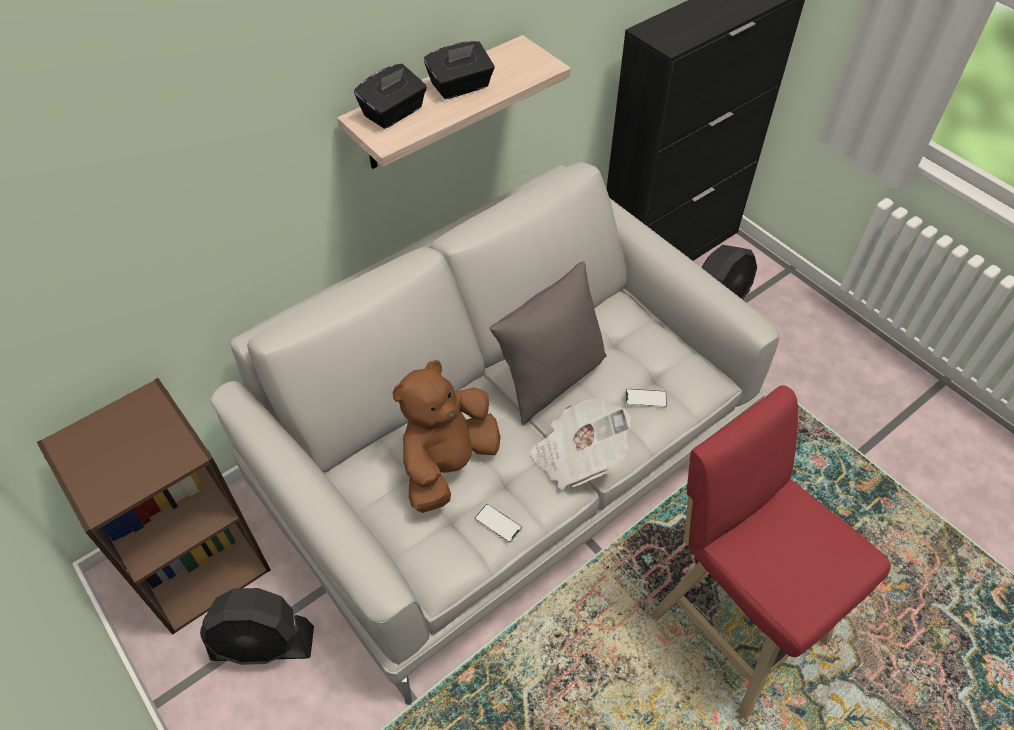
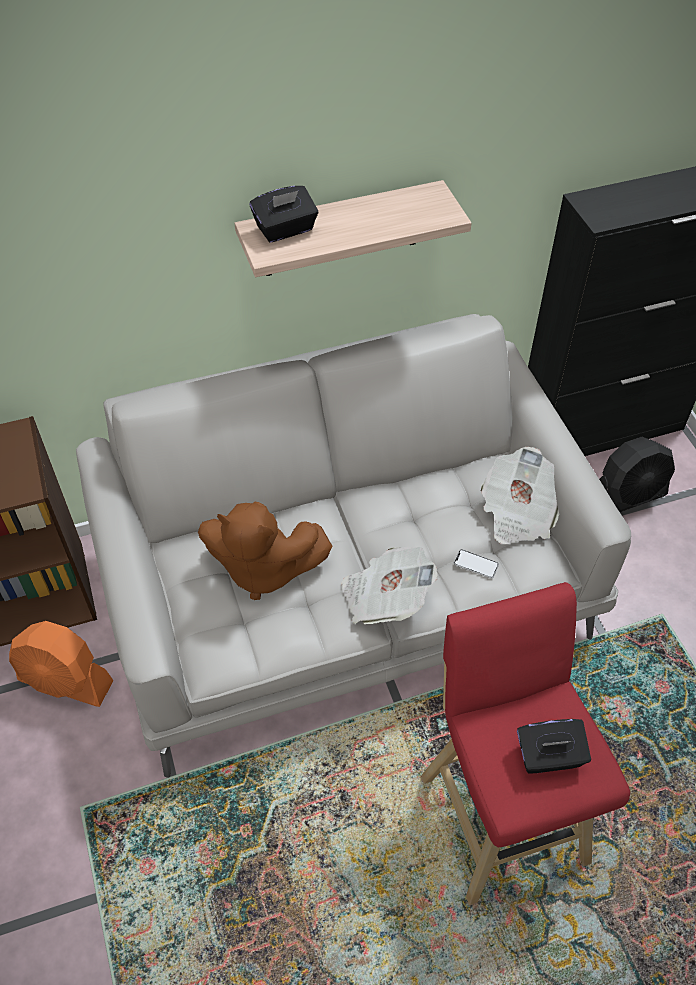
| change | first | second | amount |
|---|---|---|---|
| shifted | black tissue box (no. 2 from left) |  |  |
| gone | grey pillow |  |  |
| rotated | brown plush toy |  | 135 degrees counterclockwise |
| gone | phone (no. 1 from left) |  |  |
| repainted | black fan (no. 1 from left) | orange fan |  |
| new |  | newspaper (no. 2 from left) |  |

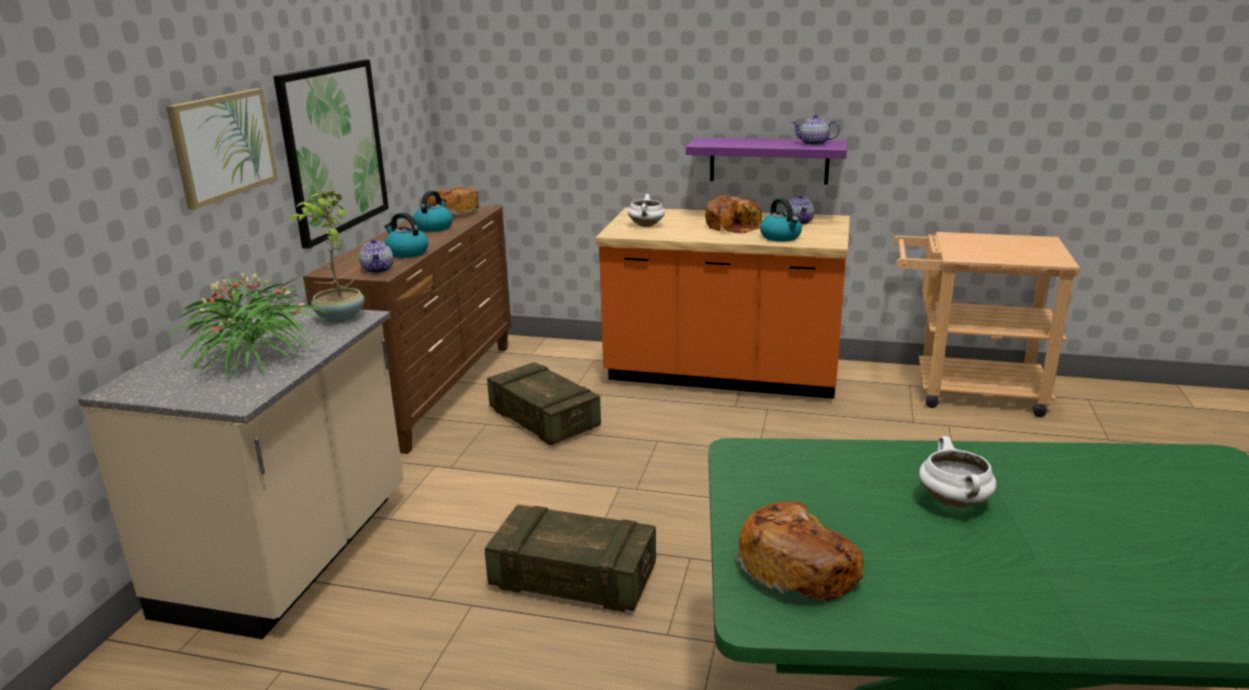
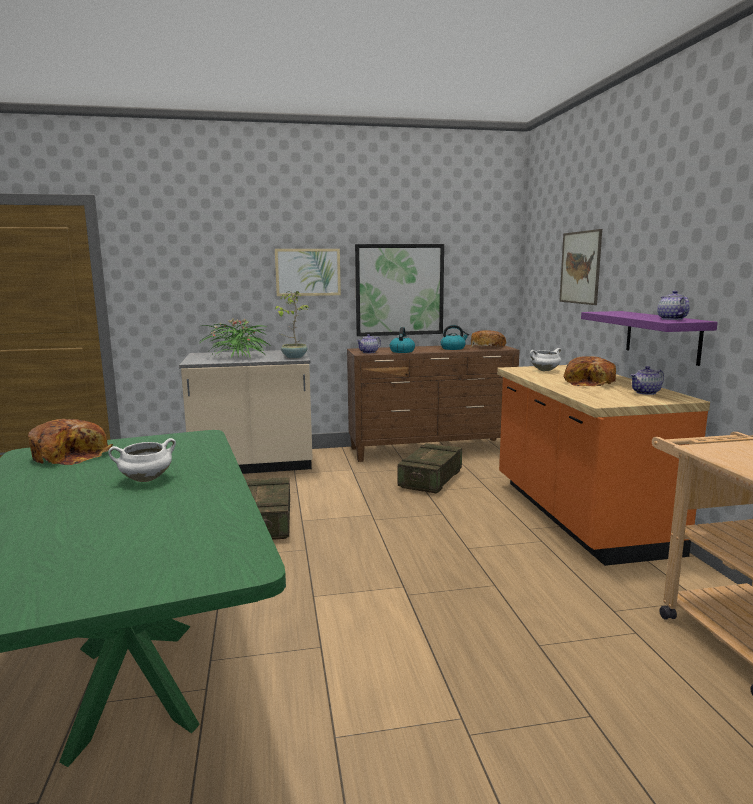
| change | first | second | amount |
|---|---|---|---|
| gone | kettle (no. 3 from left) |  |  |
| new |  | picture (no. 3 from left) |  |

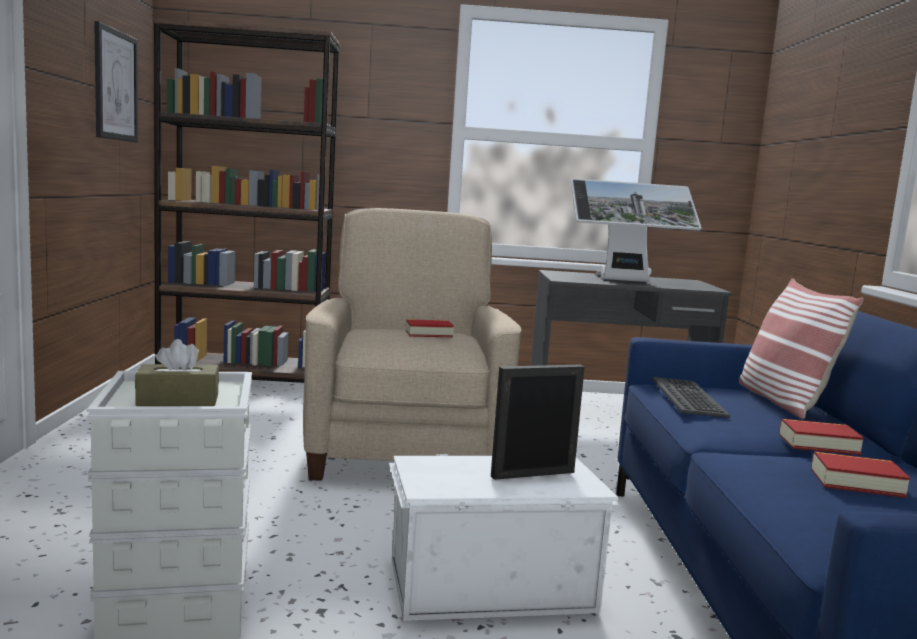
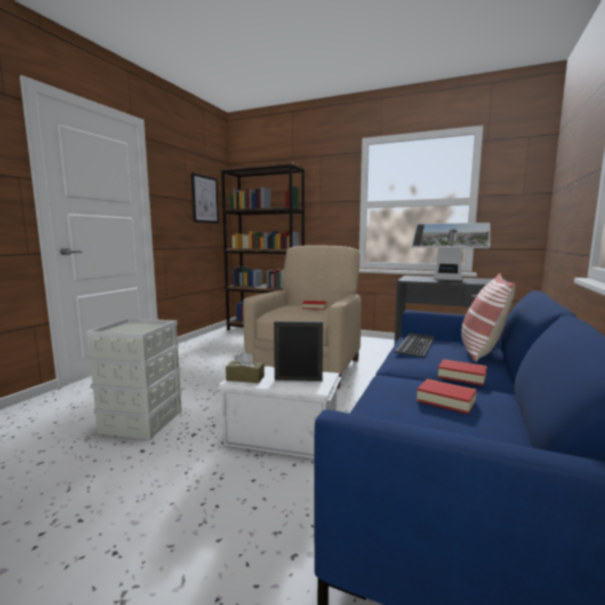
| change | first | second | amount |
|---|---|---|---|
| shifted | brown tissue box |  |  |

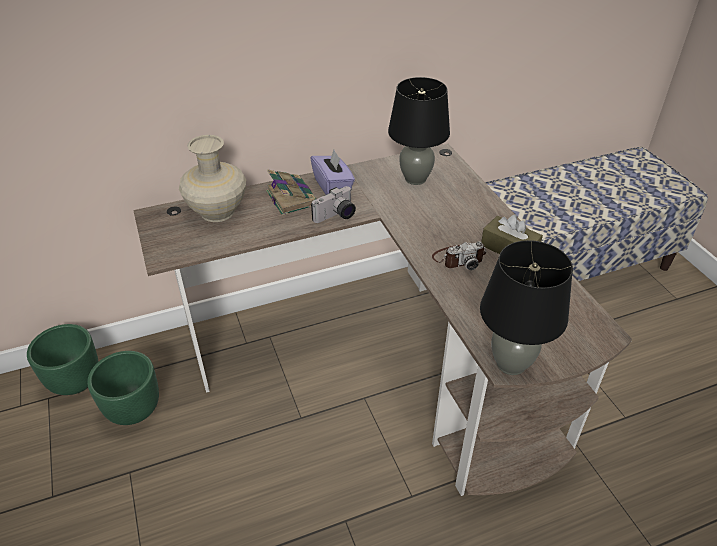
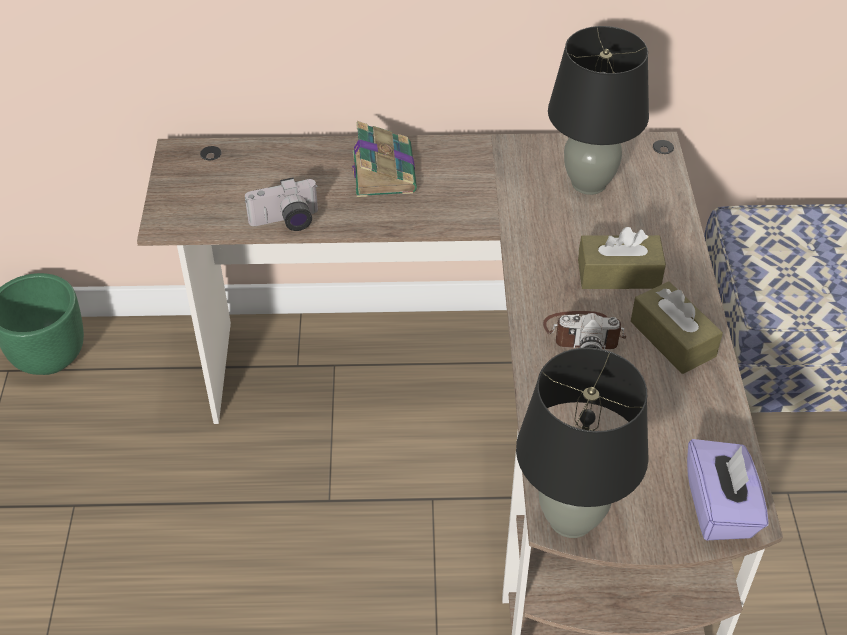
| change | first | second | amount |
|---|---|---|---|
| gone | beige vase |  |  |
| shifted | purple tissue box |  |  |
| shifted | photo camera (no. 1 from left) |  |  |
| gone | green planter (no. 2 from left) |  |  |
| new |  | brown tissue box (no. 1 from left) |  |

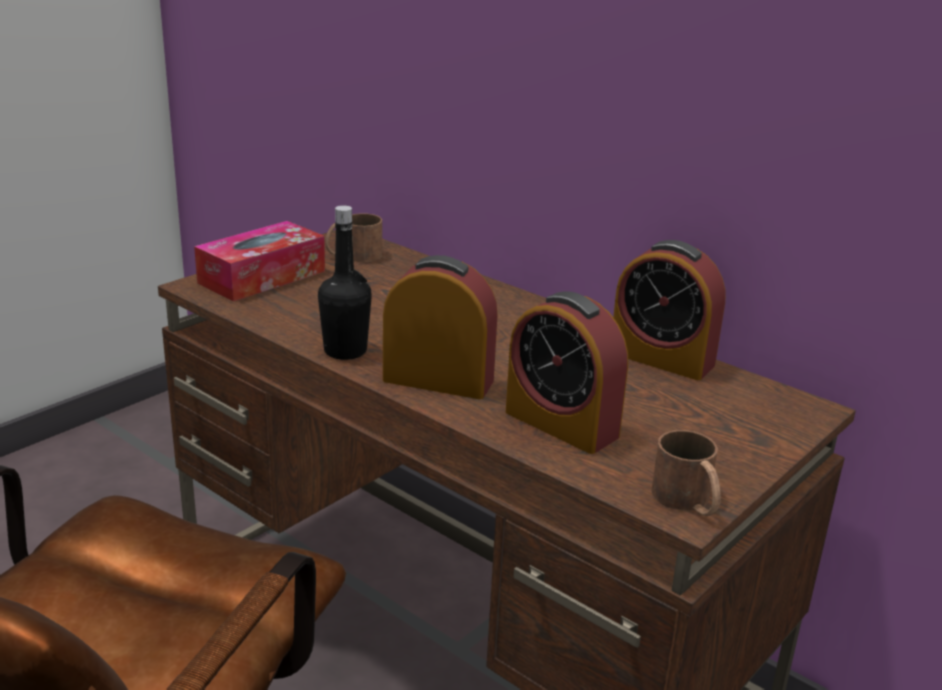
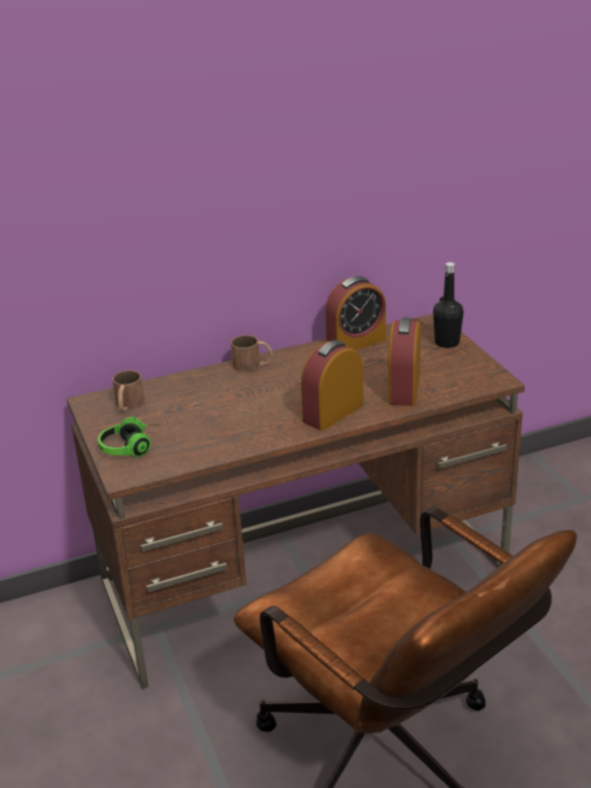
| change | first | second | amount |
|---|---|---|---|
| shifted | black bottle |  |  |
| swapped | tissue box | headphones |  |
| rotated | alarm clock (no. 2 from left in the first image) | alarm clock (no. 3 from left) | 120 degrees clockwise |
| shifted | brown mug (no. 2 from left) |  |  |

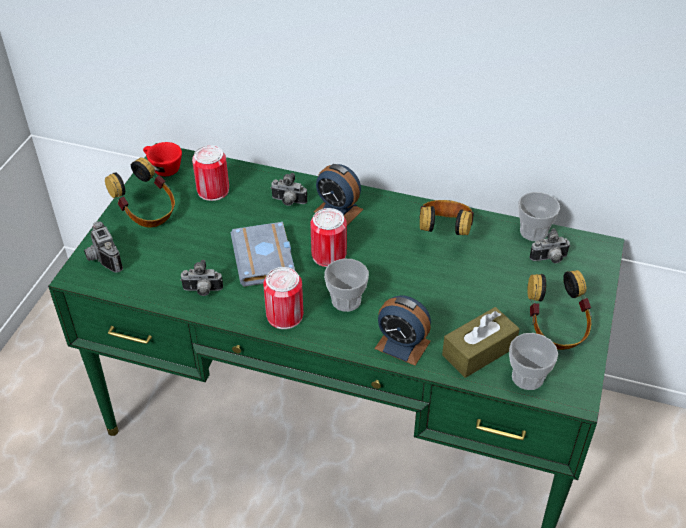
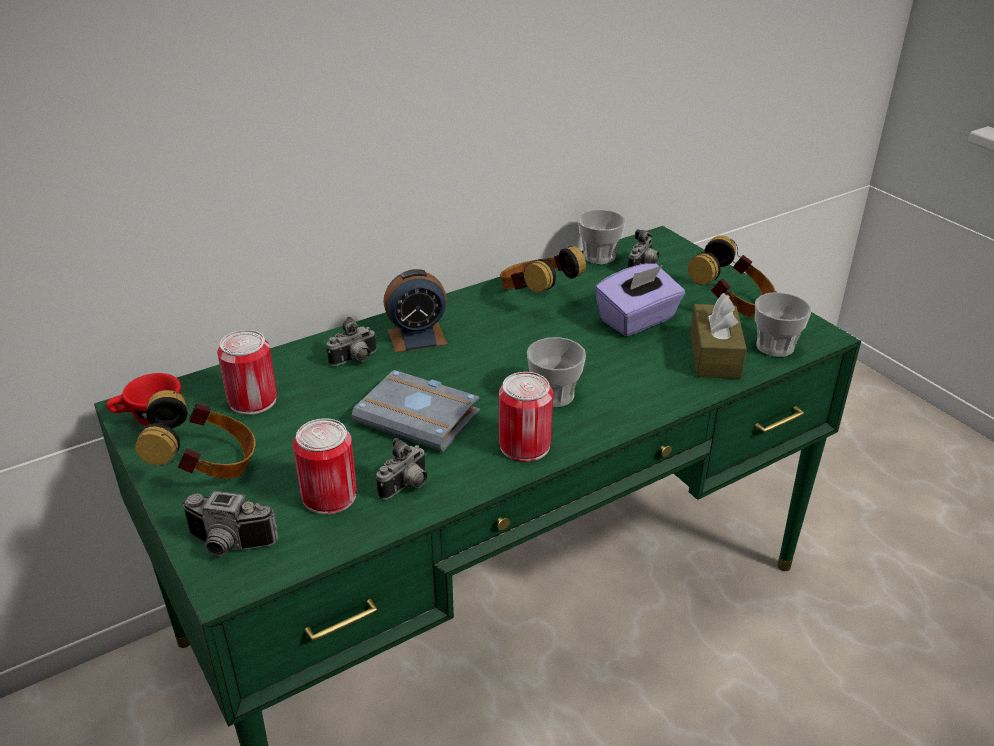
| change | first | second | amount |
|---|---|---|---|
| shifted | can (no. 3 from left in the first image) | can (no. 2 from left) |  |
| gone | alarm clock (no. 2 from left) |  |  |
| new |  | purple tissue box |  |

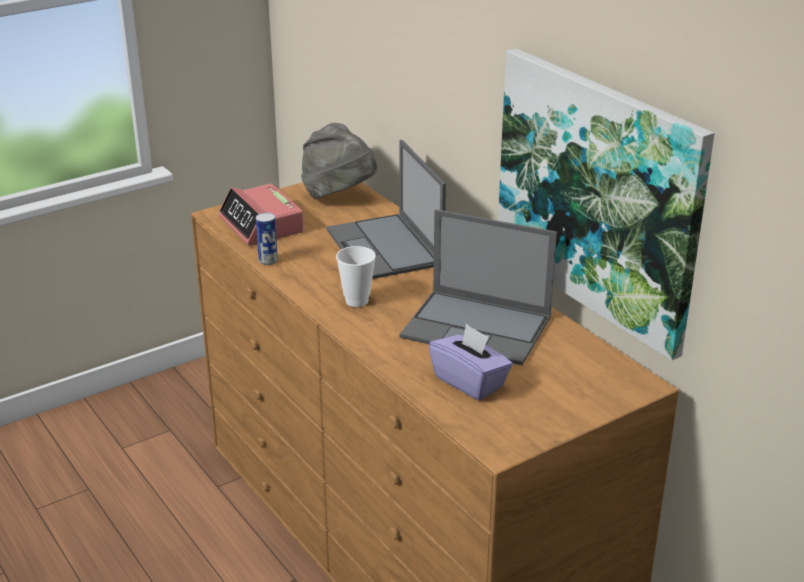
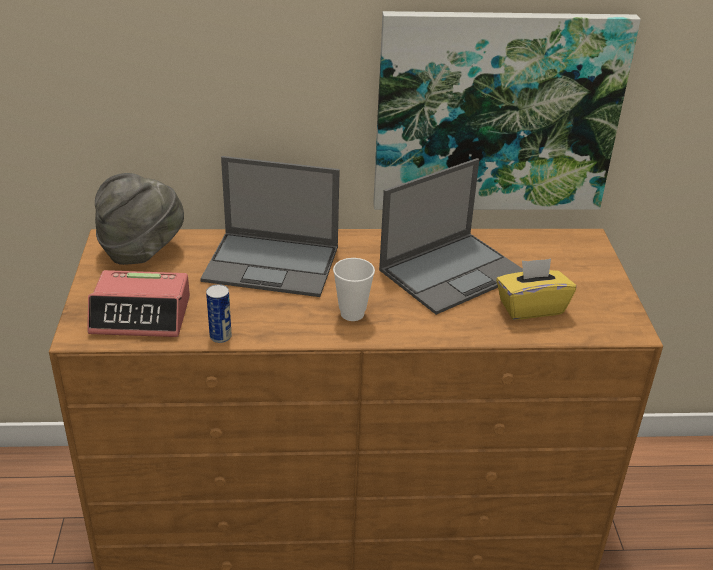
| change | first | second | amount |
|---|---|---|---|
| repainted | purple tissue box | yellow tissue box |  |

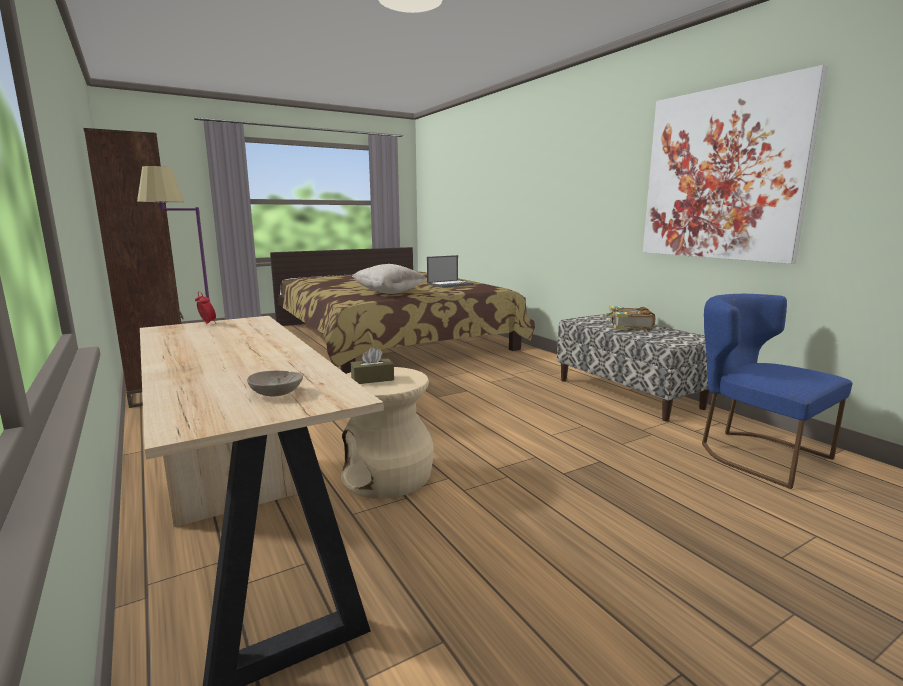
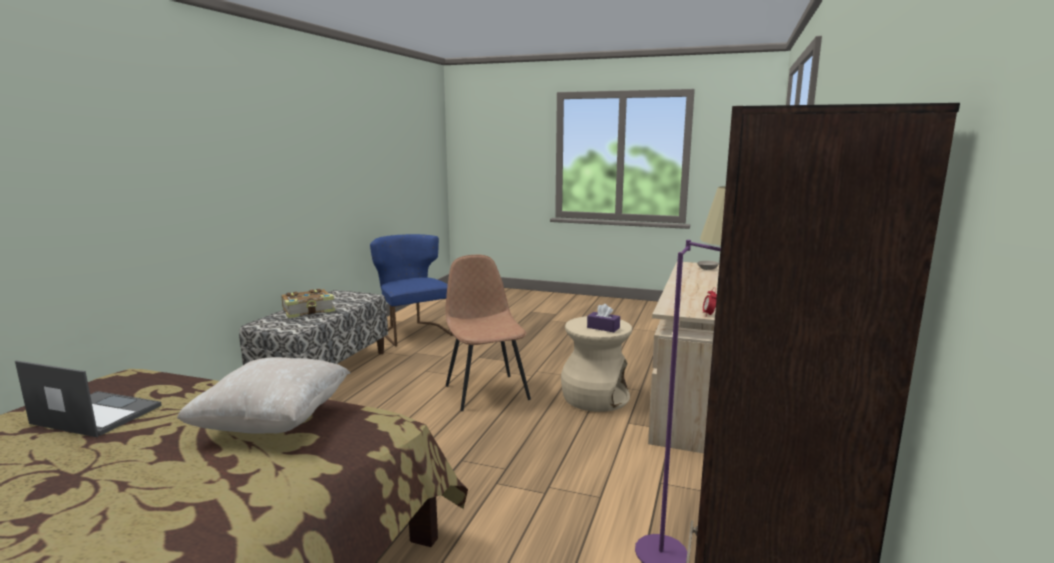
| change | first | second | amount |
|---|---|---|---|
| gone | picture |  |  |
| rotated | blue chair |  | 135 degrees clockwise |
| repainted | brown tissue box | purple tissue box |  |
| new |  | brown chair |  |

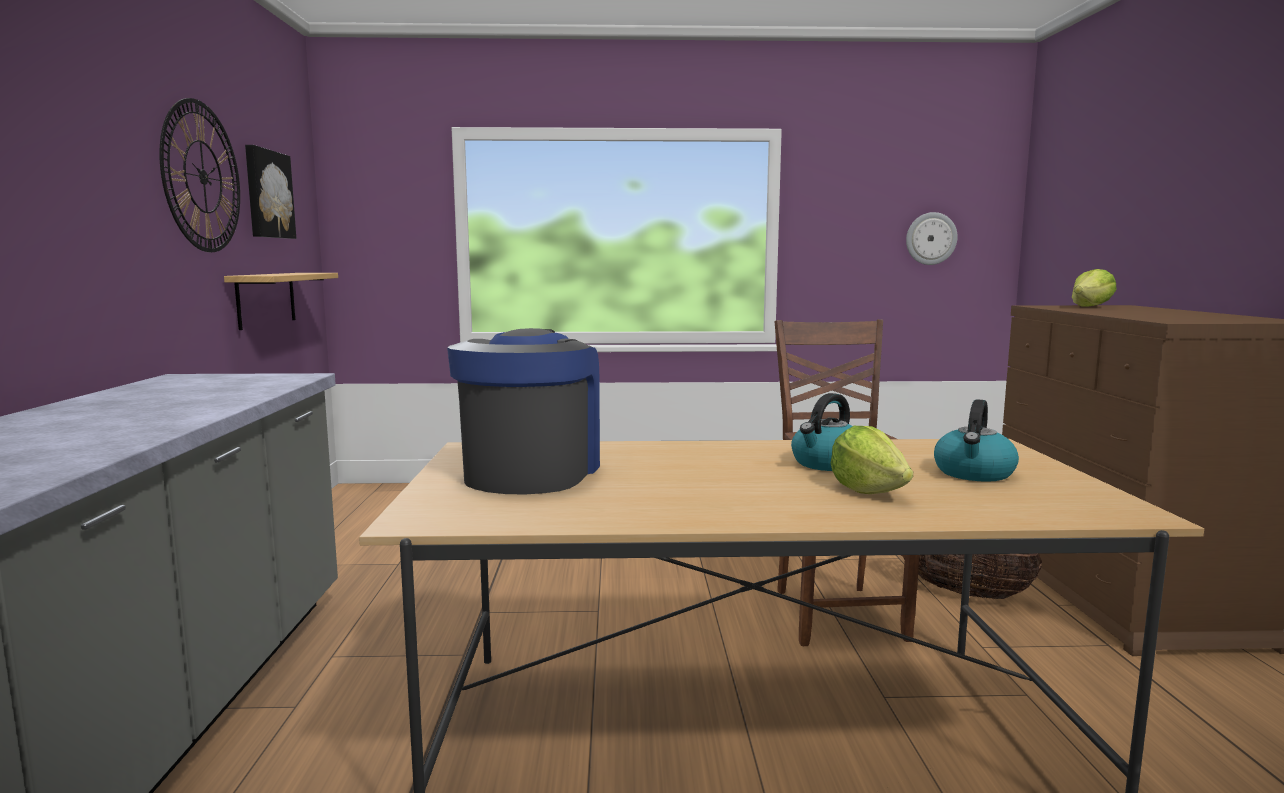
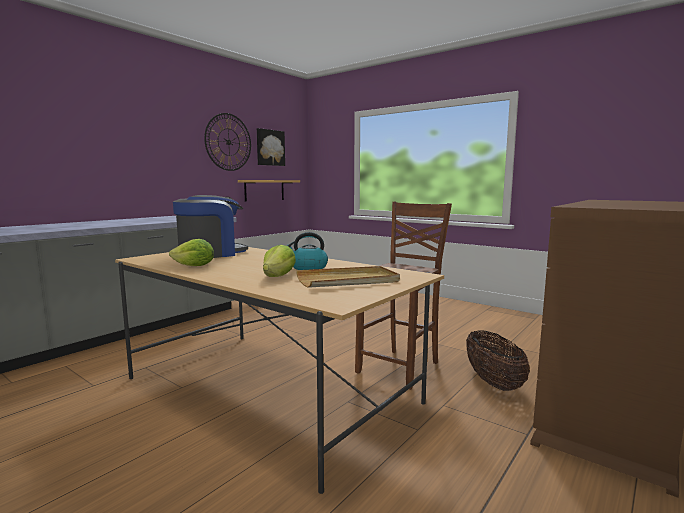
| change | first | second | amount |
|---|---|---|---|
| gone | wall clock (no. 2 from left) |  |  |
| shifted | lettuce (no. 2 from left in the first image) | lettuce (no. 1 from left) |  |
| swapped | kettle (no. 2 from left) | beige tray |  |

